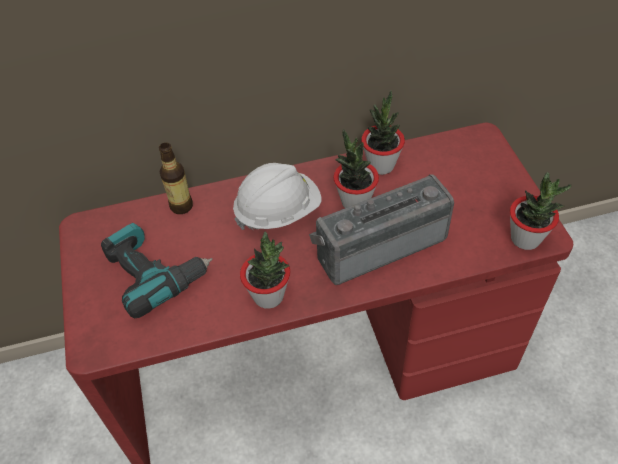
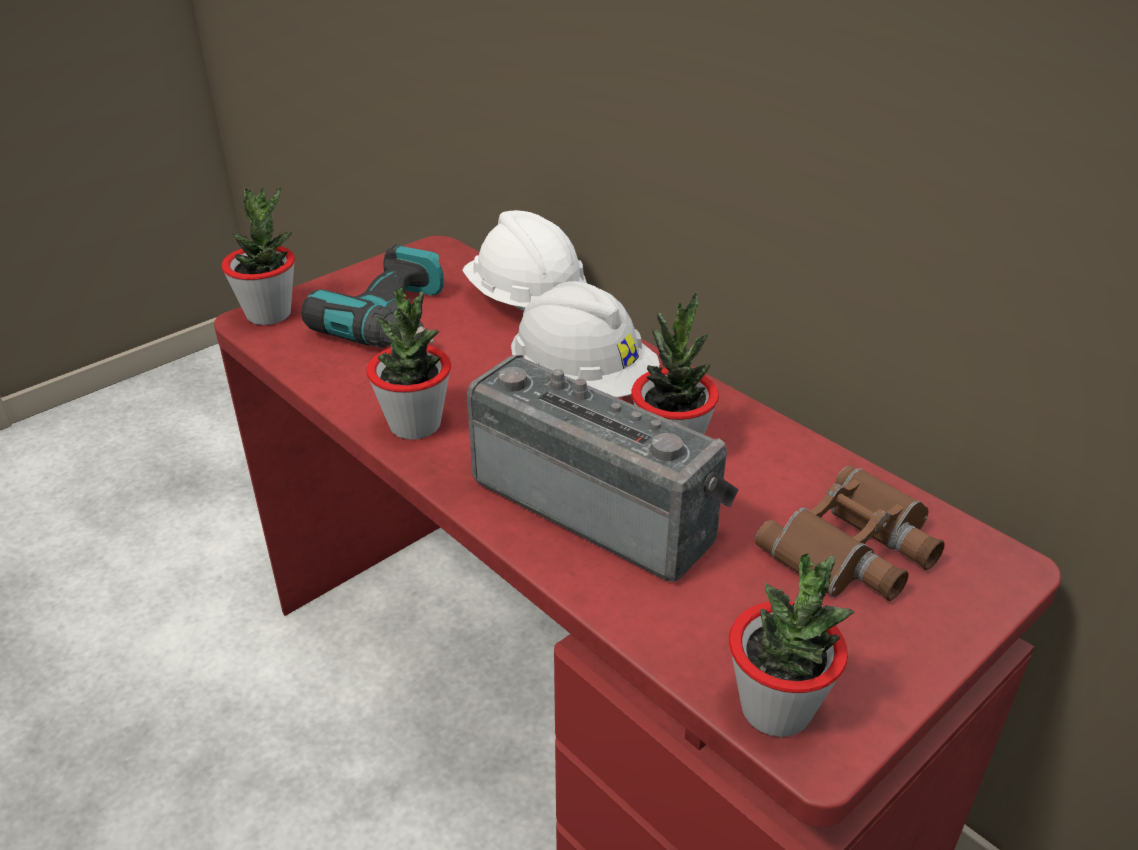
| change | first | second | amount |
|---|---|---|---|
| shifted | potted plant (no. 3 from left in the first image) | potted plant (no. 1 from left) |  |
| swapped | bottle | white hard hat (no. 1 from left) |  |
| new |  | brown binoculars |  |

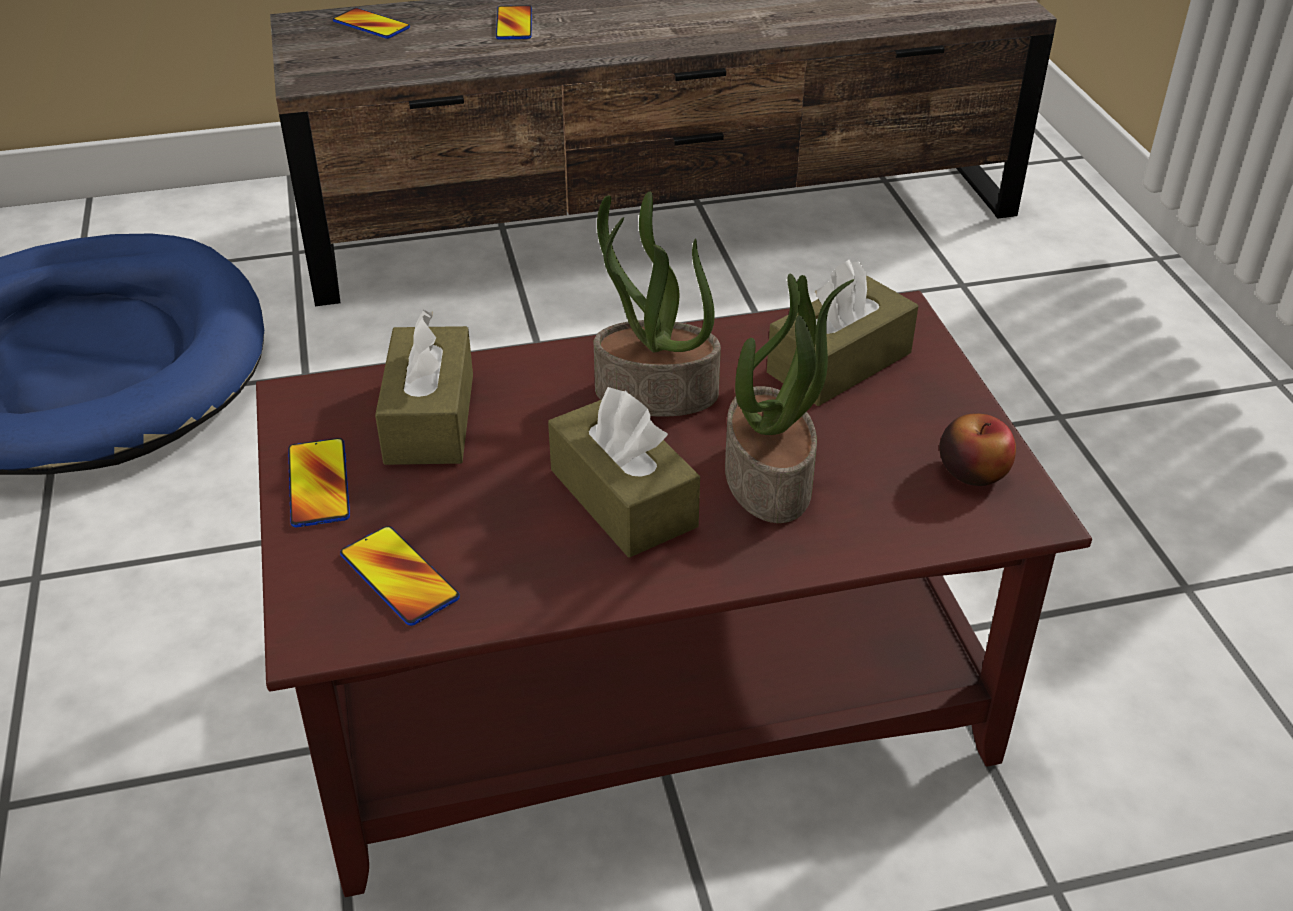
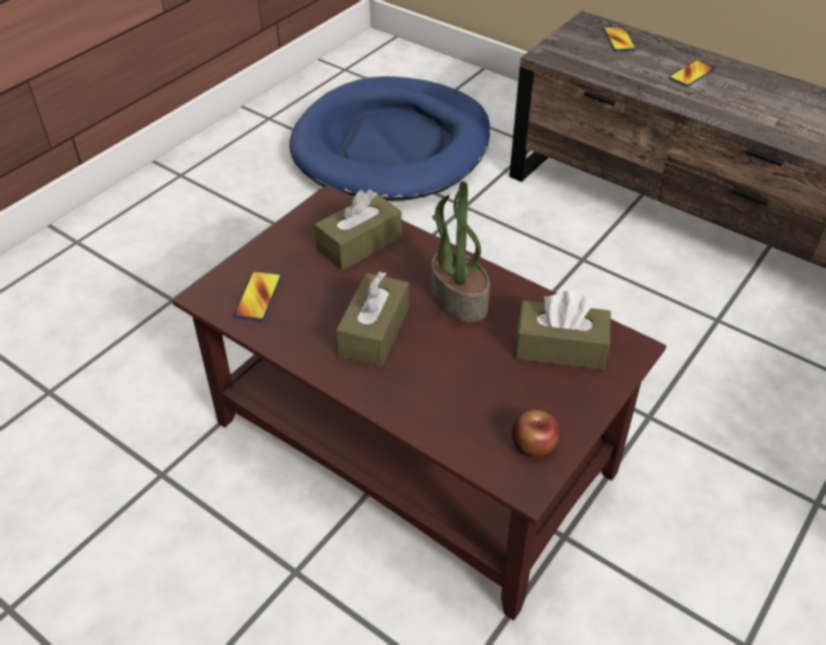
| change | first | second | amount |
|---|---|---|---|
| gone | potted plant (no. 2 from left) |  |  |
| gone | phone (no. 1 from left) |  |  |

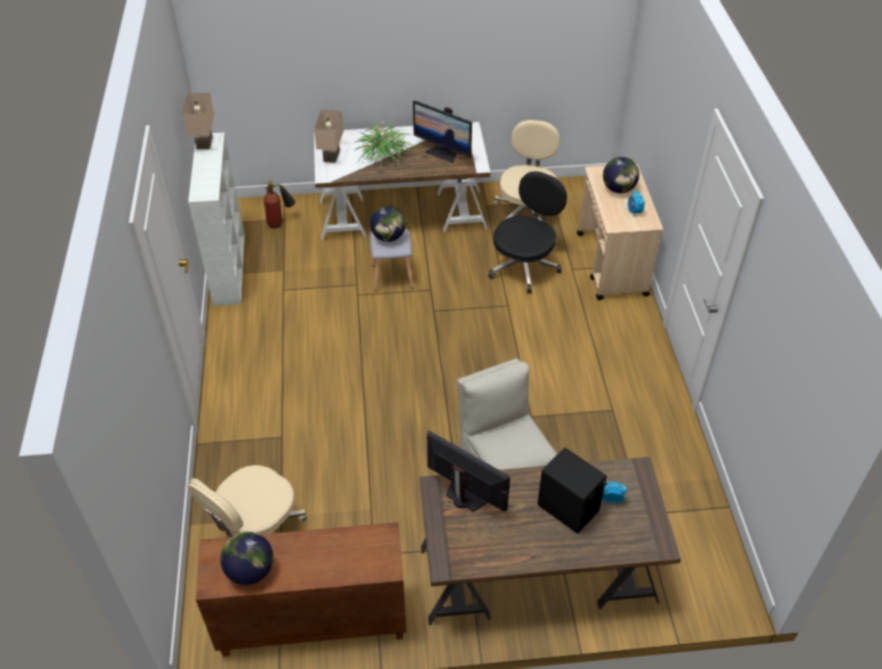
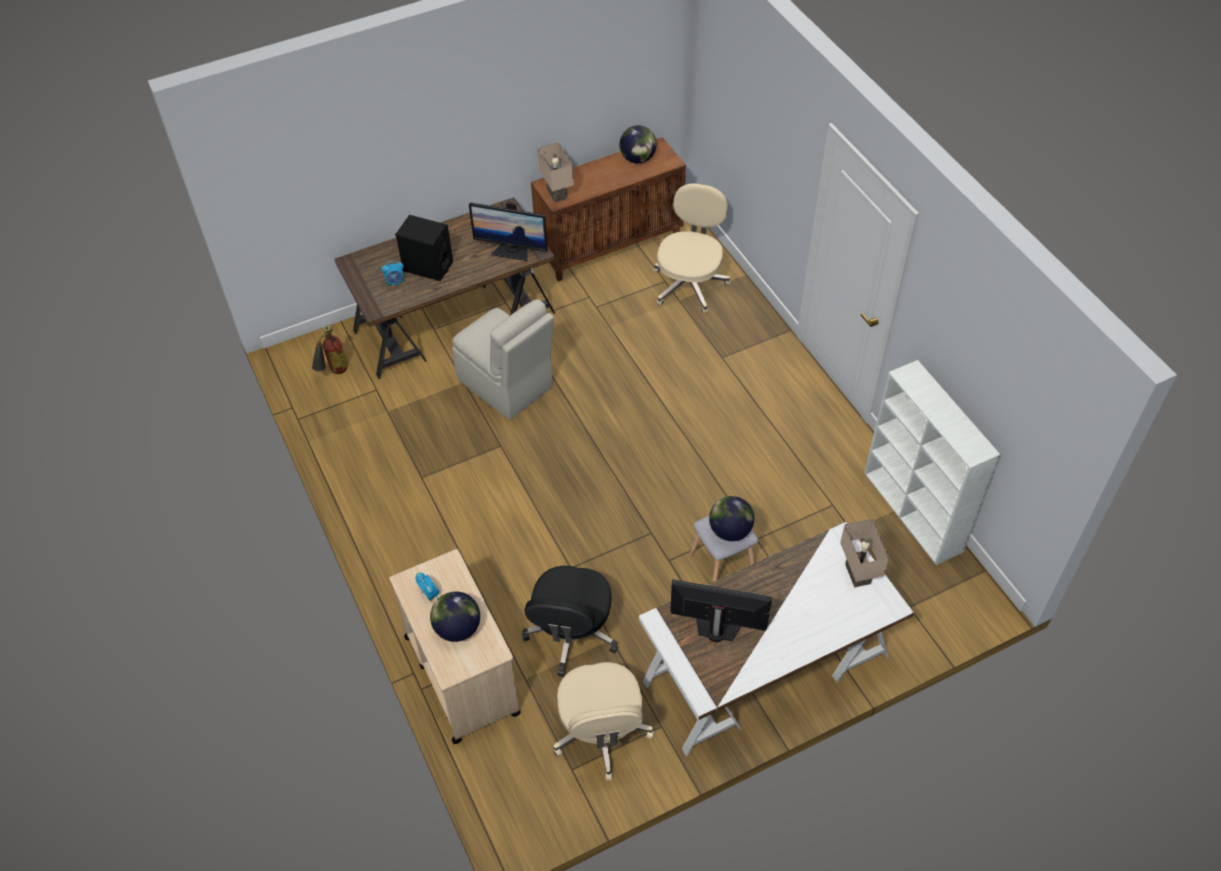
| change | first | second | amount |
|---|---|---|---|
| shifted | beige table lamp (no. 1 from left) |  |  |
| gone | potted plant |  |  |
| shifted | fire extinguisher |  |  |

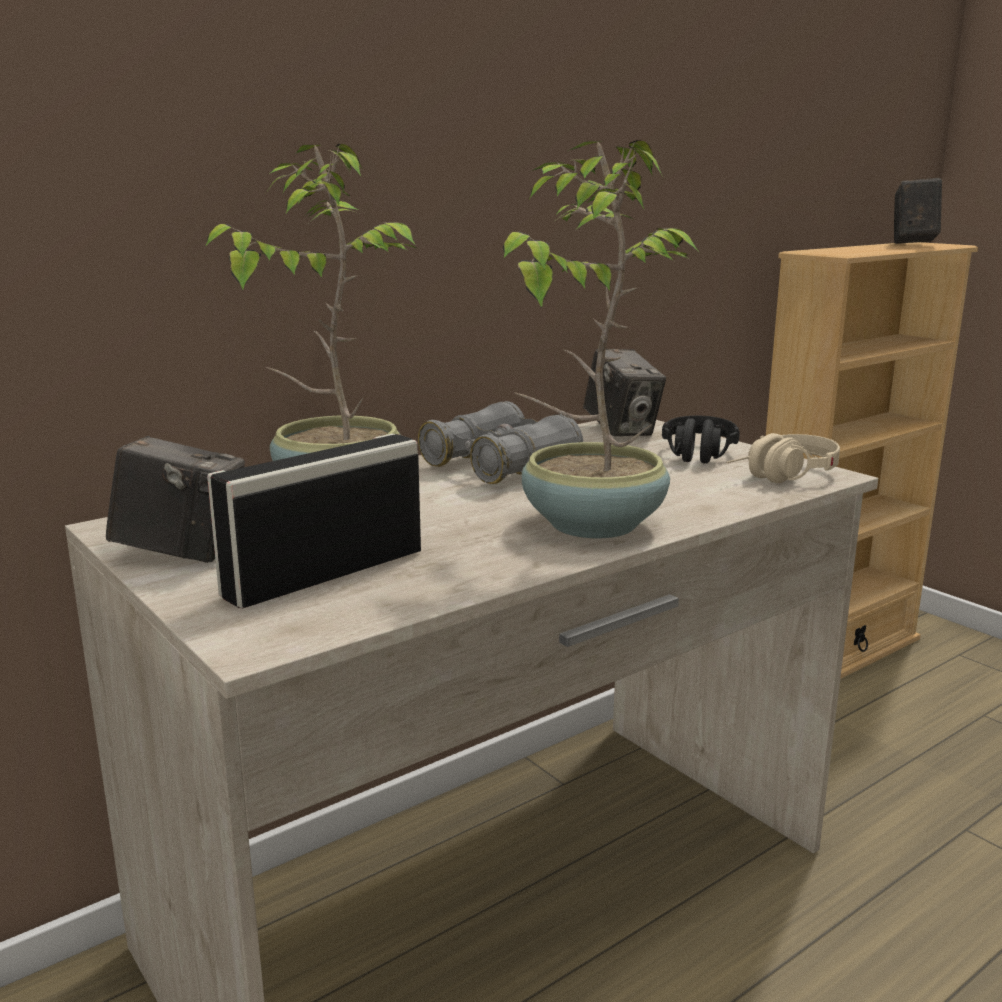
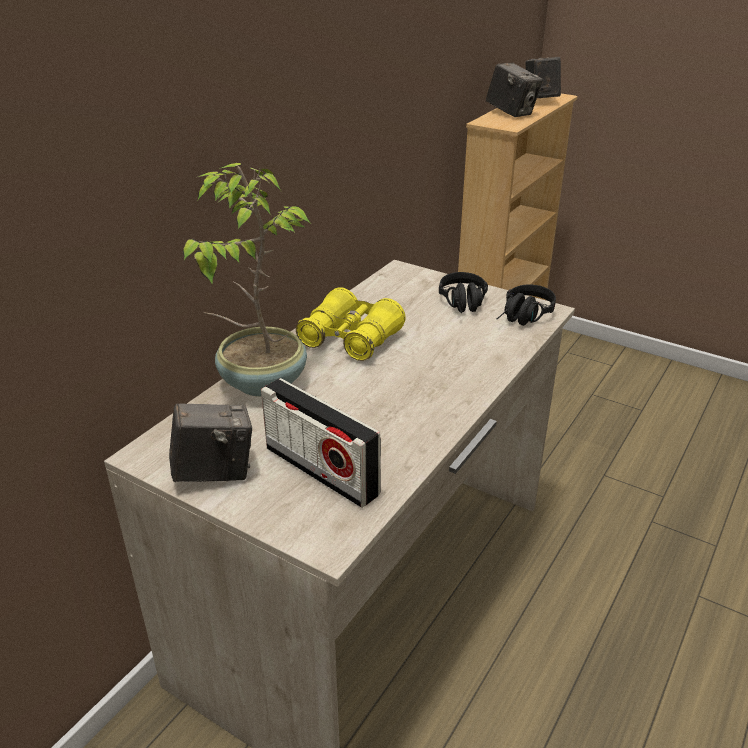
| change | first | second | amount |
|---|---|---|---|
| gone | potted plant (no. 2 from left) |  |  |
| shifted | photo camera (no. 2 from left) |  |  |
| repainted | grey binoculars | yellow binoculars |  |
| repainted | beige headphones | black headphones (no. 2 from left) |  |
| rotated | radio |  | 75 degrees counterclockwise |

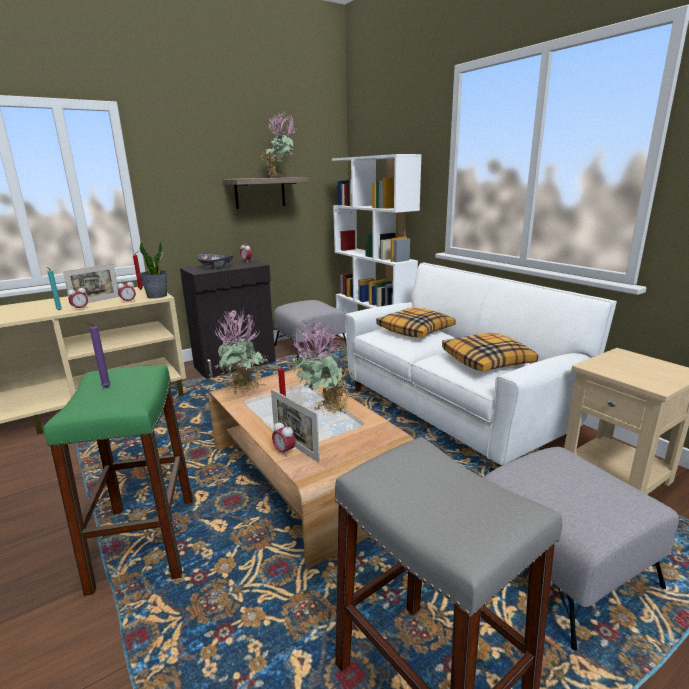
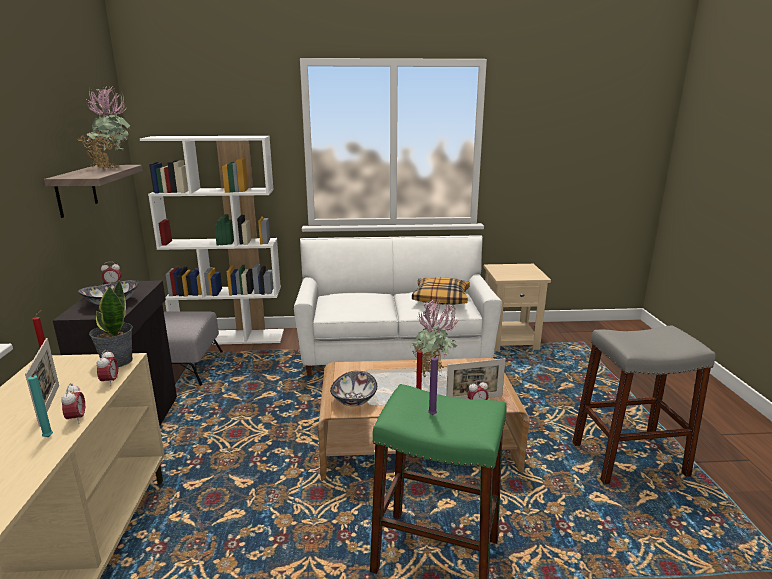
| change | first | second | amount |
|---|---|---|---|
| swapped | potted plant (no. 2 from left) | bowl (no. 2 from left) |  |
| gone | pillow (no. 1 from left) |  |  |
| gone | grey ottoman (no. 2 from left) |  |  |

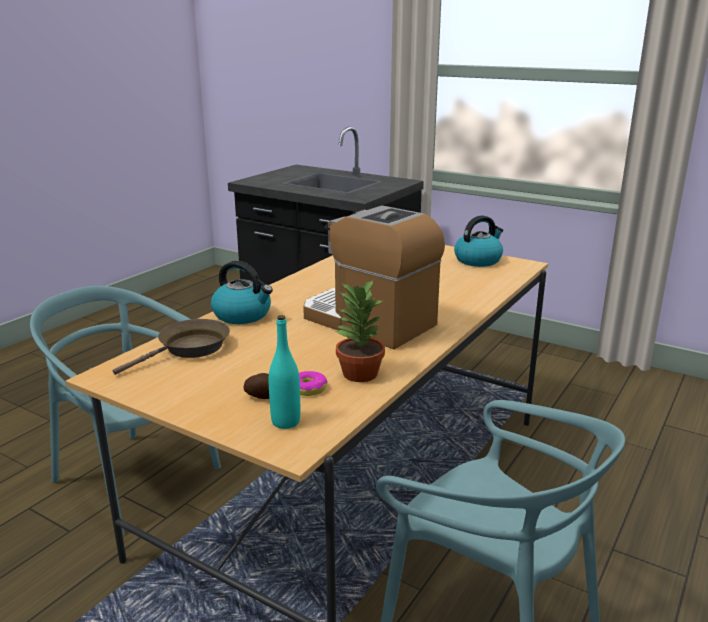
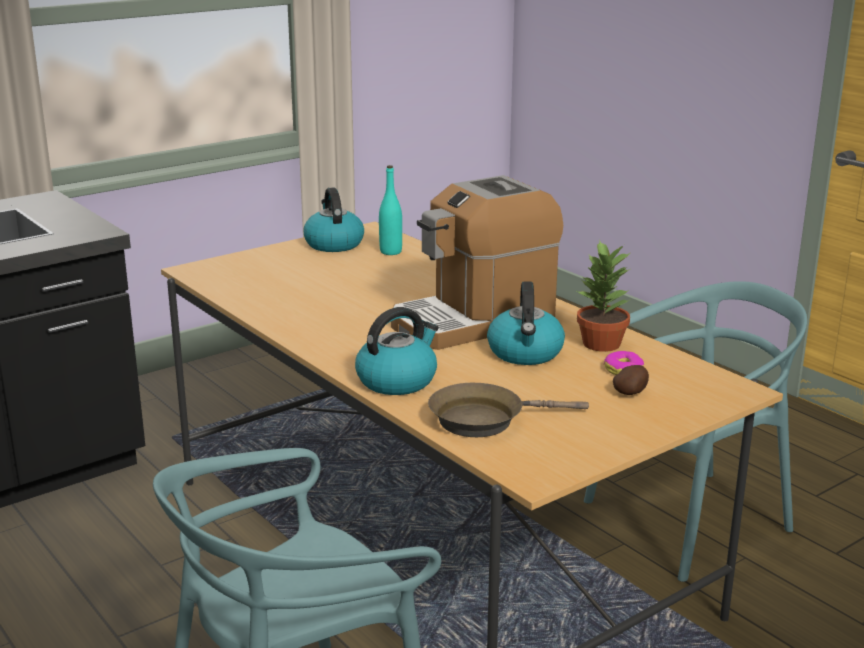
| change | first | second | amount |
|---|---|---|---|
| shifted | turquoise bottle |  |  |
| rotated | brown frying pan |  | 75 degrees counterclockwise |
| new |  | kettle (no. 3 from left) |  |

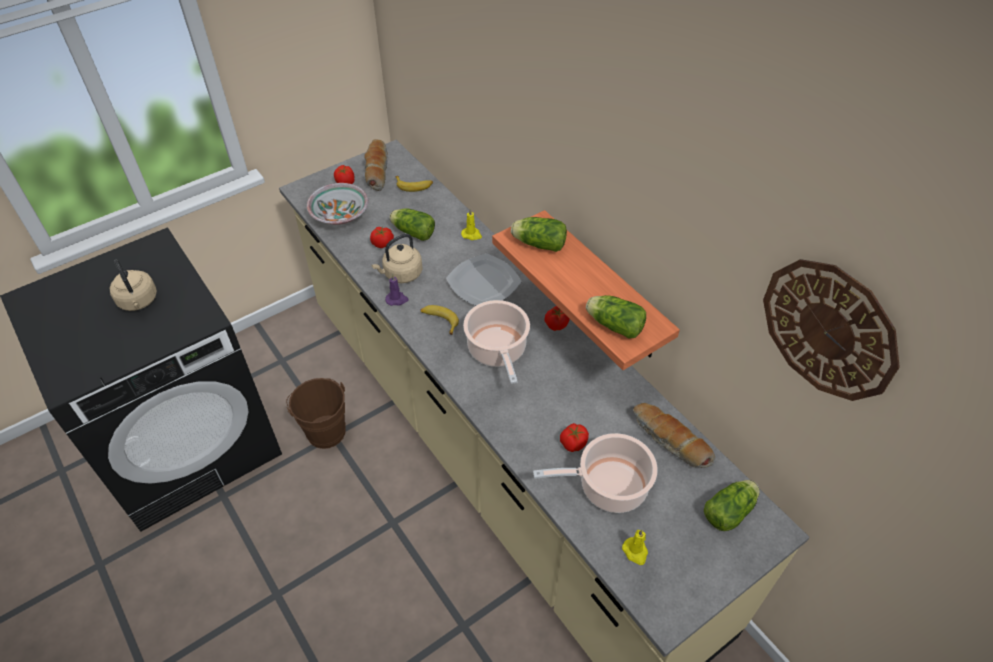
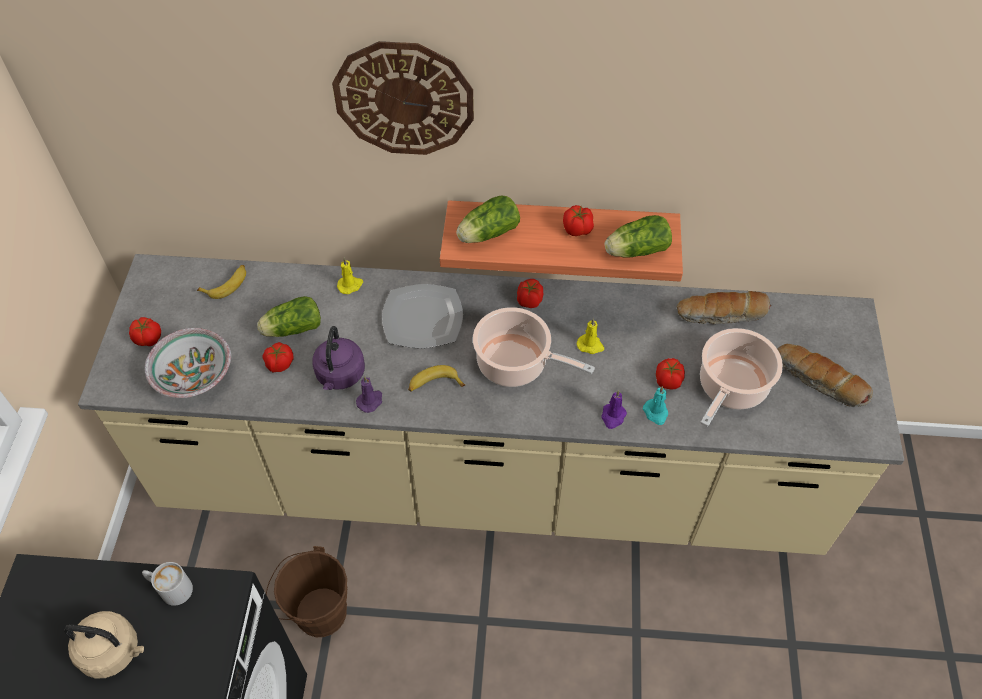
| change | first | second | amount |
|---|---|---|---|
| shifted | bread (no. 1 from left in the first image) | bread (no. 2 from left) |  |
| repainted | beige kettle (no. 2 from left) | purple kettle |  |
| shifted | wall clock |  |  |
| gone | lettuce (no. 4 from left) |  |  |
| shifted | yellow candle (no. 2 from left) |  |  |
| new |  | tomato (no. 4 from left) |  |
| new |  | turquoise candle |  |
| new |  | purple candle (no. 2 from left) |  |
| new |  | white mug |  |

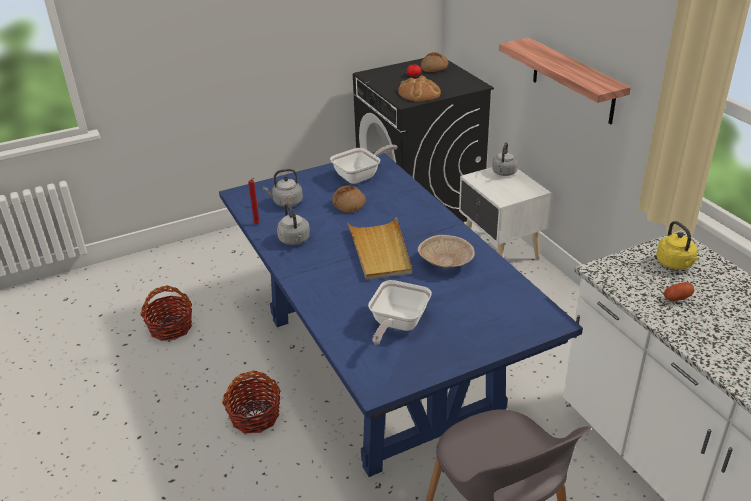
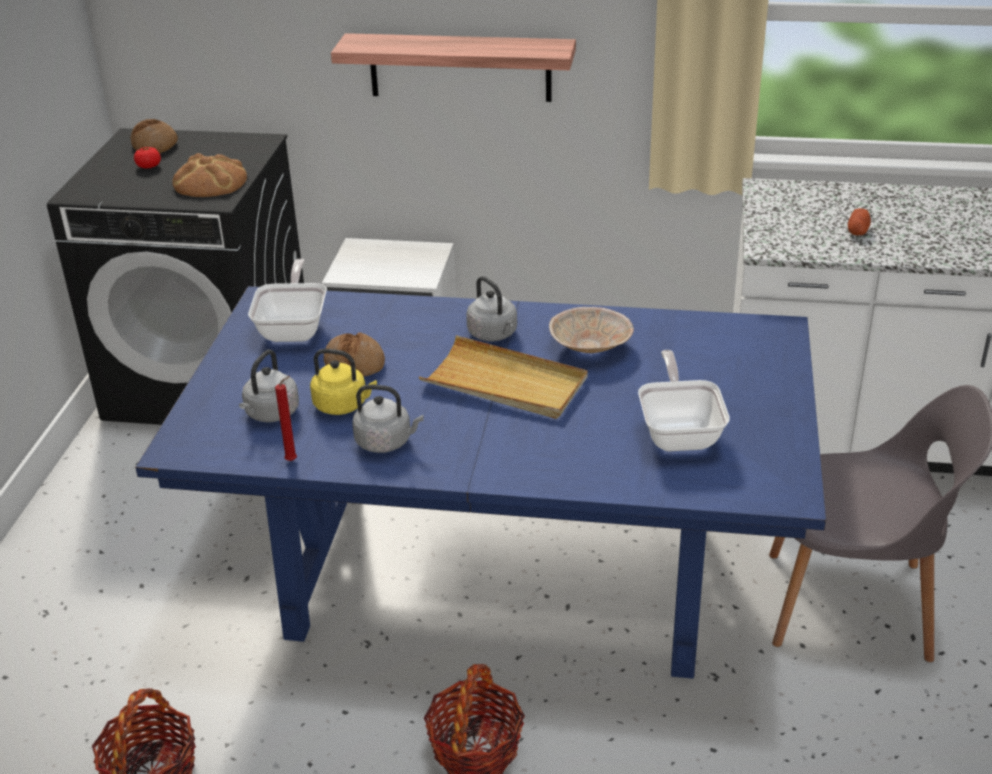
| change | first | second | amount |
|---|---|---|---|
| shifted | grey kettle (no. 3 from left) |  |  |
| shifted | yellow kettle |  |  |
| rotated | frying pan (no. 2 from left) |  | 150 degrees counterclockwise |

